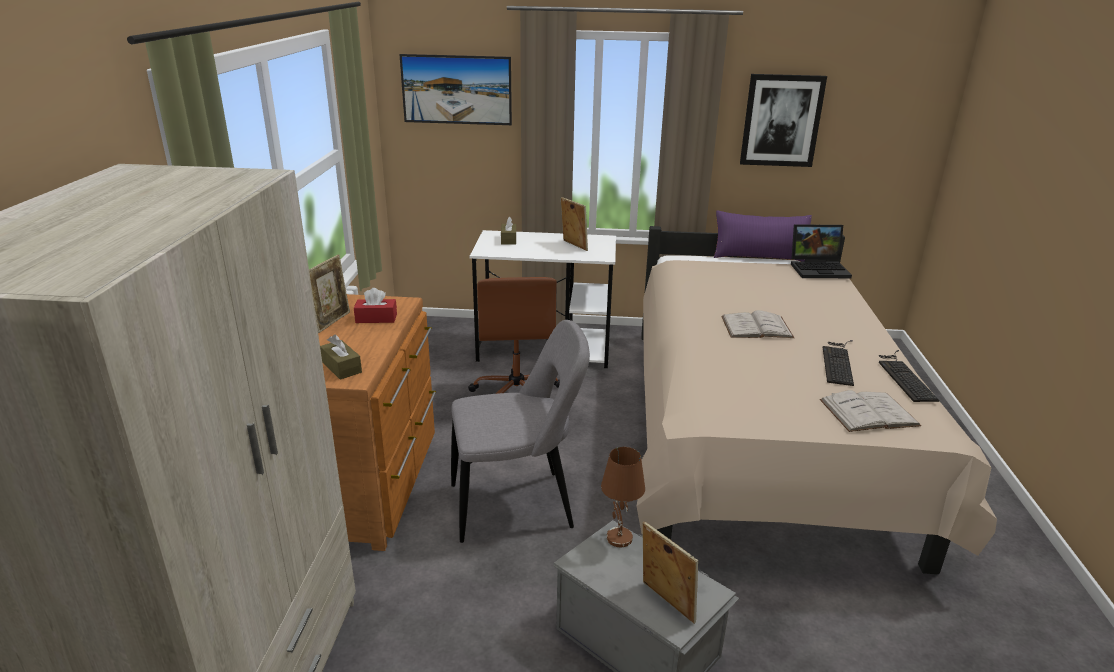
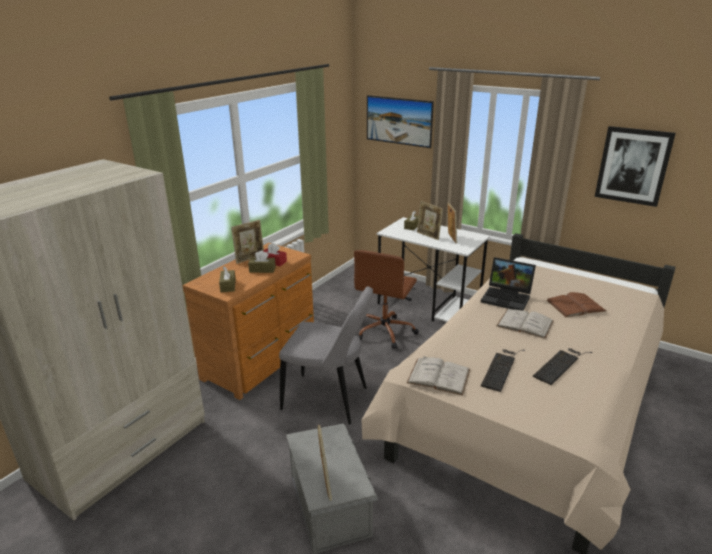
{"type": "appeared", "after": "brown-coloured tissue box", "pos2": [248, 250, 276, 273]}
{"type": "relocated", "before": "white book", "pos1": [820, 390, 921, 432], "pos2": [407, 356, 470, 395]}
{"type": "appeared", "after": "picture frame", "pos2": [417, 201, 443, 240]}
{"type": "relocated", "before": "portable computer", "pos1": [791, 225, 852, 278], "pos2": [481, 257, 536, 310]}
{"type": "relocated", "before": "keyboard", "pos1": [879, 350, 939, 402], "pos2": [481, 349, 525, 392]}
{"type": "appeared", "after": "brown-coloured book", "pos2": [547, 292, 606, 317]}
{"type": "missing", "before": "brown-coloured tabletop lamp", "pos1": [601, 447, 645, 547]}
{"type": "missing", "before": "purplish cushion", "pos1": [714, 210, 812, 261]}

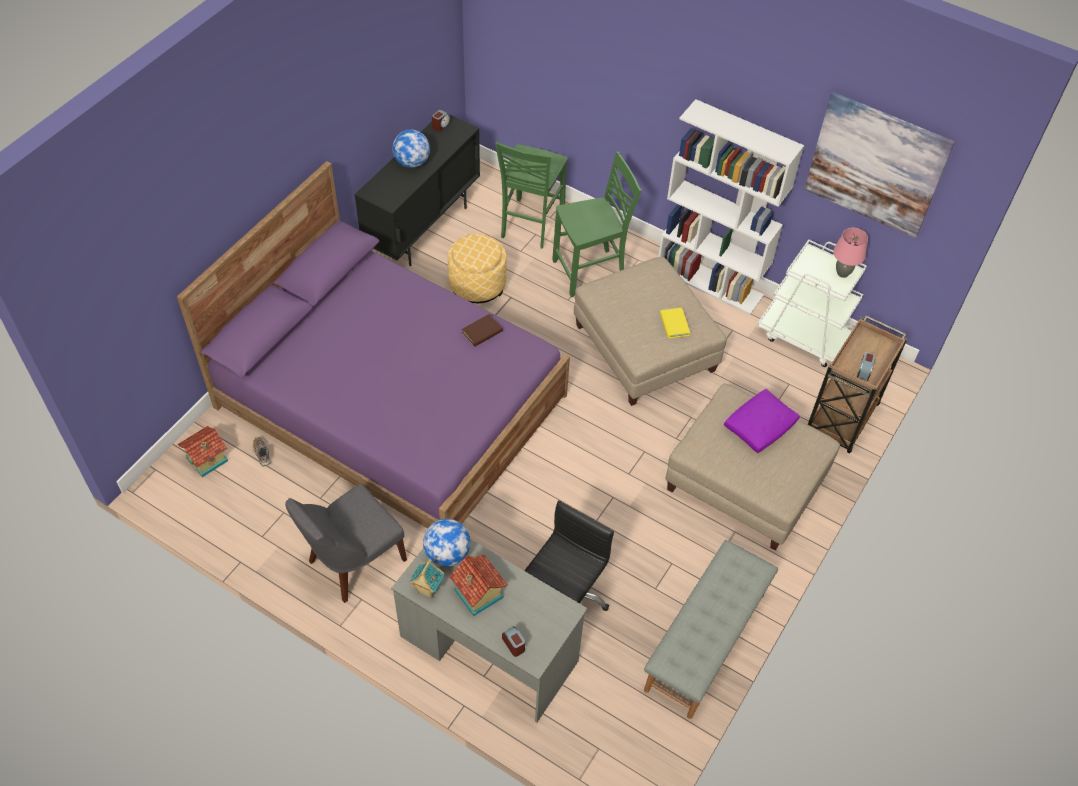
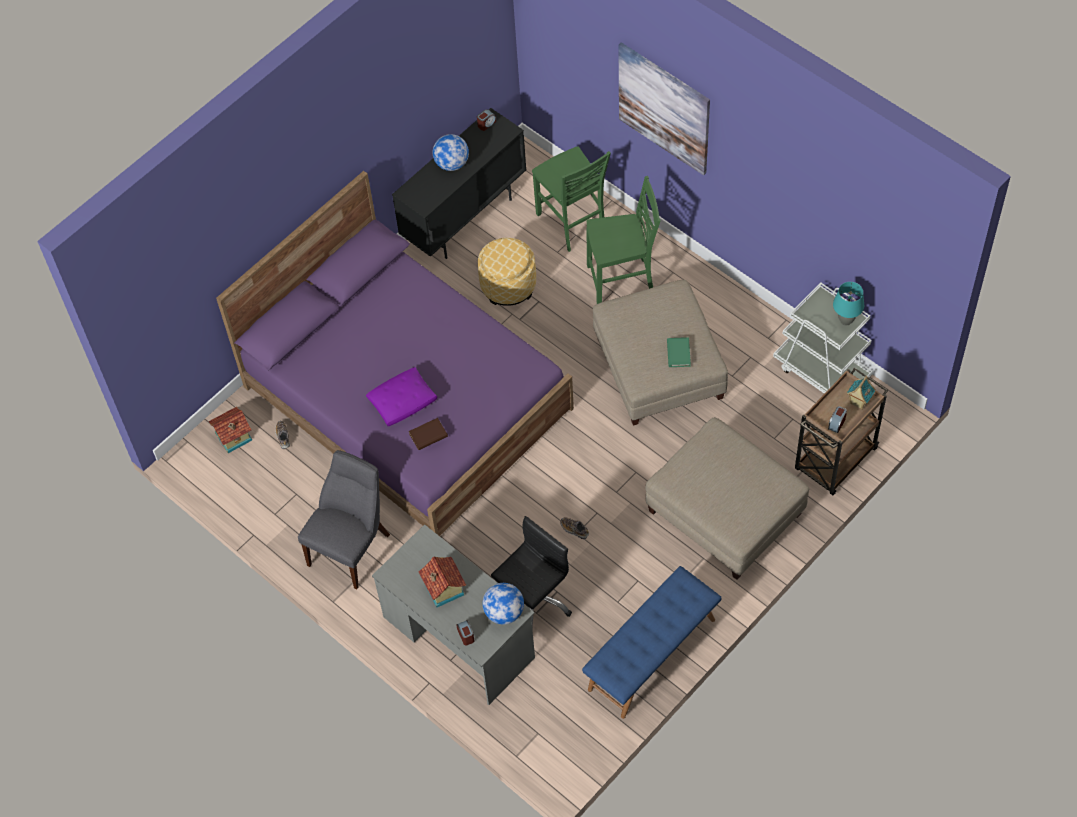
{"type": "spun", "before": "gray chair", "pos1": [285, 484, 407, 603], "pos2": [298, 450, 390, 589], "turn": 150}
{"type": "relocated", "before": "purplish cushion", "pos1": [724, 389, 800, 453], "pos2": [366, 367, 437, 426]}
{"type": "relocated", "before": "brown-coloured book", "pos1": [462, 314, 503, 346], "pos2": [409, 418, 448, 450]}
{"type": "relocated", "before": "world globe", "pos1": [423, 519, 470, 567], "pos2": [482, 583, 524, 624]}
{"type": "spun", "before": "green chair", "pos1": [495, 142, 568, 248], "pos2": [532, 146, 611, 252], "turn": -60}
{"type": "appeared", "after": "low shoe", "pos2": [561, 517, 589, 539]}
{"type": "colour", "before": "gray indoor bench", "after": "bluish indoor bench", "pos1": [644, 540, 778, 719], "pos2": [582, 566, 722, 719]}
{"type": "relocated", "before": "picture", "pos1": [804, 92, 955, 238], "pos2": [618, 42, 710, 175]}
{"type": "colour", "before": "yellow book", "after": "green book", "pos1": [660, 308, 690, 338], "pos2": [667, 337, 691, 367]}
{"type": "colour", "before": "pink tabletop lamp", "after": "blue-green tabletop lamp", "pos1": [833, 228, 868, 278], "pos2": [833, 282, 864, 325]}
{"type": "relocated", "before": "model house", "pos1": [410, 559, 444, 599], "pos2": [847, 376, 875, 410]}
{"type": "missing", "before": "white shelving unit", "pos1": [658, 99, 804, 315]}

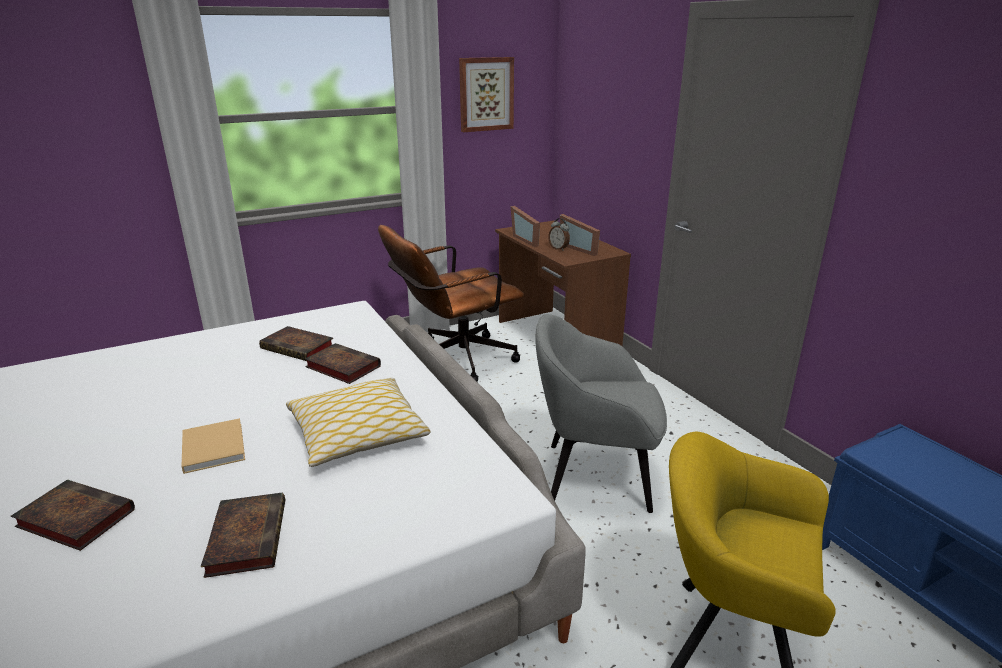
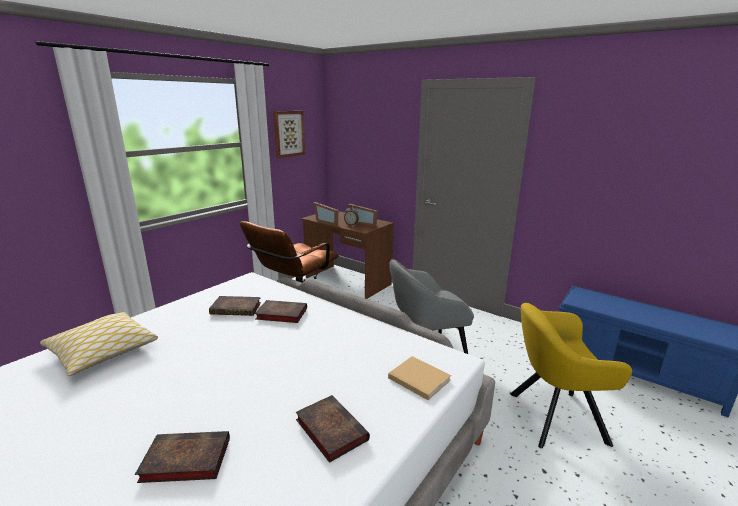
{"type": "relocated", "before": "cushion", "pos1": [286, 378, 431, 467], "pos2": [40, 312, 158, 376]}
{"type": "relocated", "before": "beige-coloured book", "pos1": [181, 418, 245, 474], "pos2": [388, 356, 451, 400]}

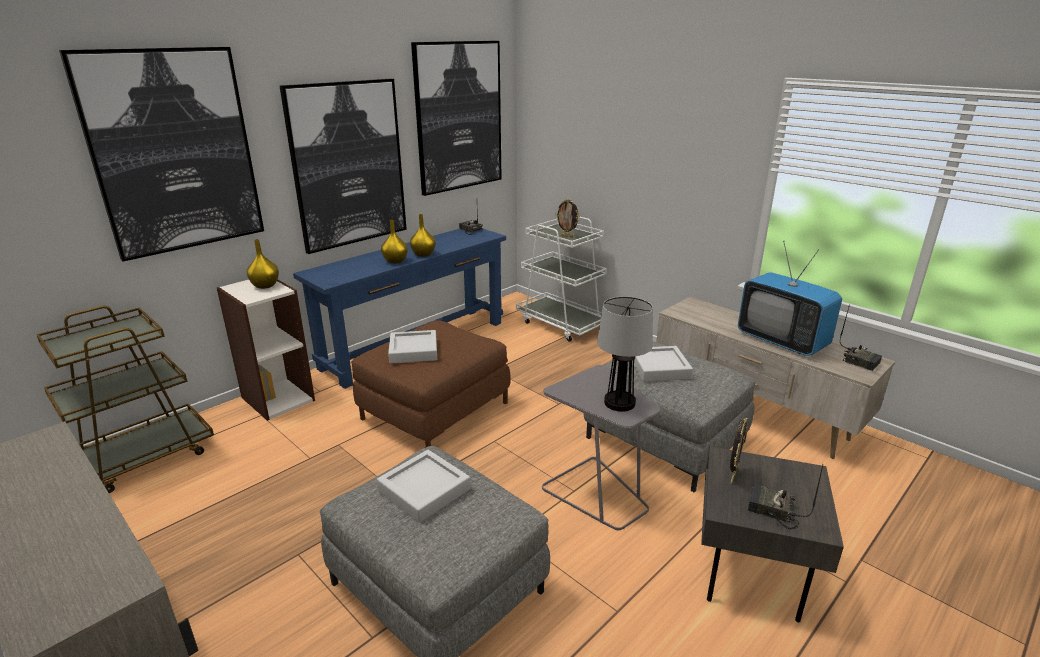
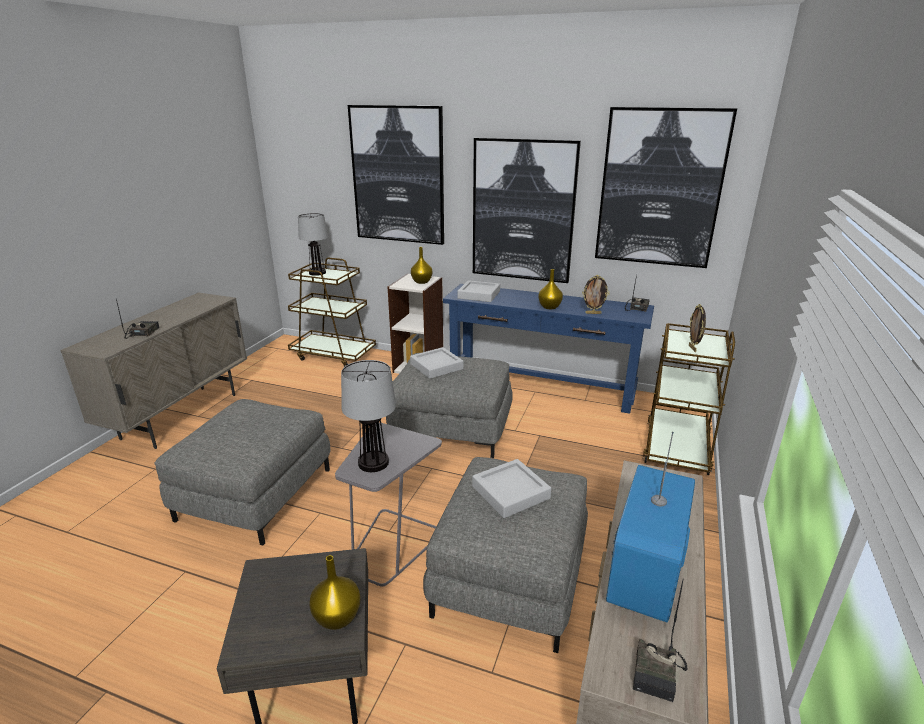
{"type": "relocated", "before": "radio set", "pos1": [748, 464, 823, 530], "pos2": [116, 299, 160, 339]}
{"type": "appeared", "after": "tabletop lamp", "pos2": [298, 213, 328, 276]}
{"type": "relocated", "before": "yellow flower vase", "pos1": [381, 220, 408, 264], "pos2": [310, 555, 361, 630]}
{"type": "colour", "before": "brown-coloured pouffe", "after": "gray pouffe", "pos1": [351, 320, 510, 447], "pos2": [386, 353, 513, 458]}
{"type": "relocated", "before": "gray tray", "pos1": [377, 450, 471, 523], "pos2": [458, 280, 500, 302]}
{"type": "relocated", "before": "picture frame", "pos1": [730, 418, 747, 484], "pos2": [582, 275, 609, 314]}
{"type": "colour", "before": "white cart", "after": "brown-coloured cart", "pos1": [516, 217, 607, 342], "pos2": [643, 323, 735, 475]}

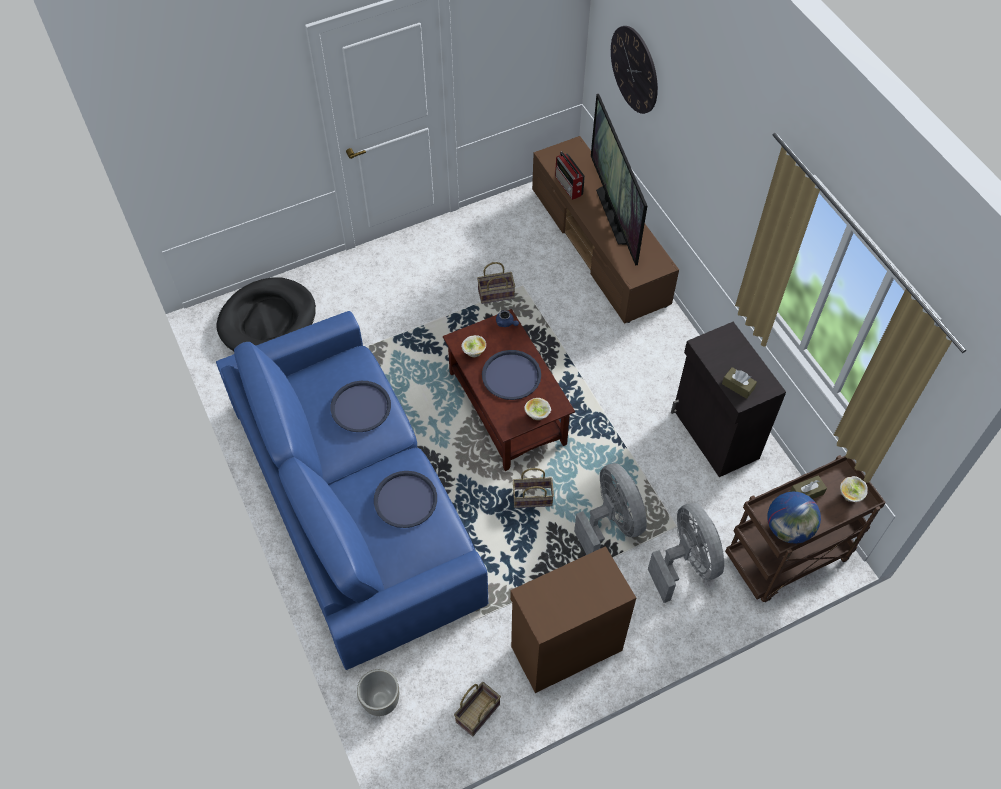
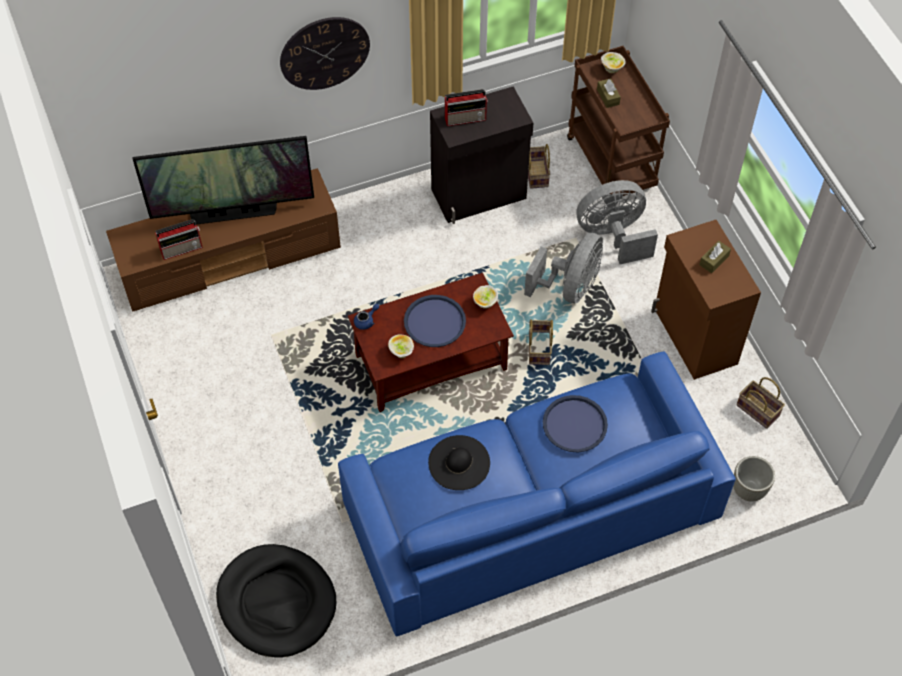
{"type": "relocated", "before": "clock on the wall", "pos1": [611, 26, 658, 114], "pos2": [280, 17, 370, 90]}
{"type": "exchanged", "before": "bluish tray", "after": "black wearable hat", "pos1": [330, 381, 391, 432], "pos2": [428, 435, 490, 490]}
{"type": "appeared", "after": "radio set", "pos2": [445, 89, 488, 126]}
{"type": "spun", "before": "gray cooling fan", "pos1": [574, 463, 647, 555], "pos2": [524, 233, 603, 304], "turn": 135}
{"type": "relocated", "before": "basket", "pos1": [477, 262, 515, 304], "pos2": [528, 144, 550, 189]}
{"type": "relocated", "before": "brown-coloured tissue box", "pos1": [722, 367, 757, 399], "pos2": [699, 241, 731, 273]}
{"type": "missing", "before": "world globe", "pos1": [767, 491, 821, 544]}

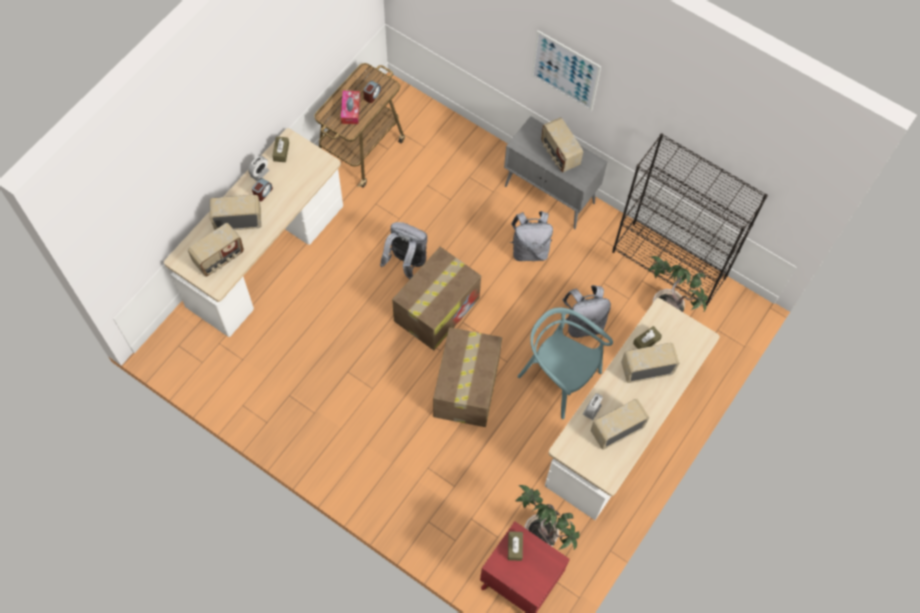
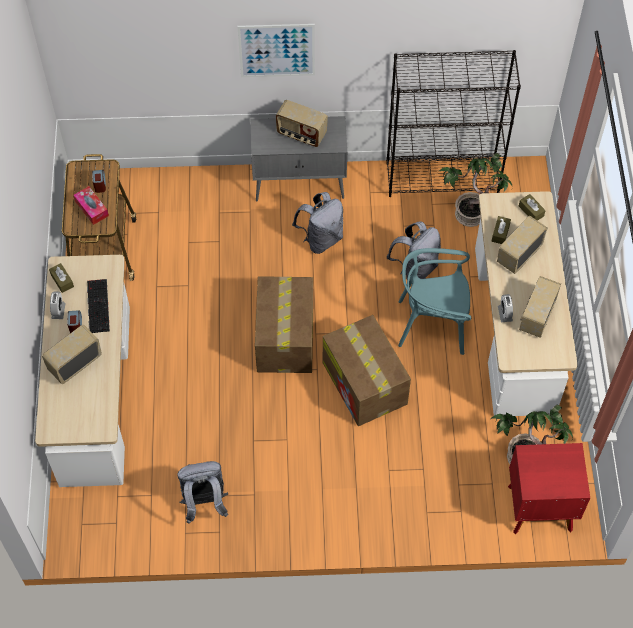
{"type": "appeared", "after": "keyboard", "pos2": [87, 279, 110, 333]}
{"type": "relocated", "before": "gray knapsack", "pos1": [380, 222, 427, 280], "pos2": [177, 461, 229, 524]}
{"type": "relocated", "before": "brown-coloured tissue box", "pos1": [508, 531, 523, 561], "pos2": [519, 194, 546, 221]}
{"type": "missing", "before": "radio set", "pos1": [188, 223, 244, 277]}

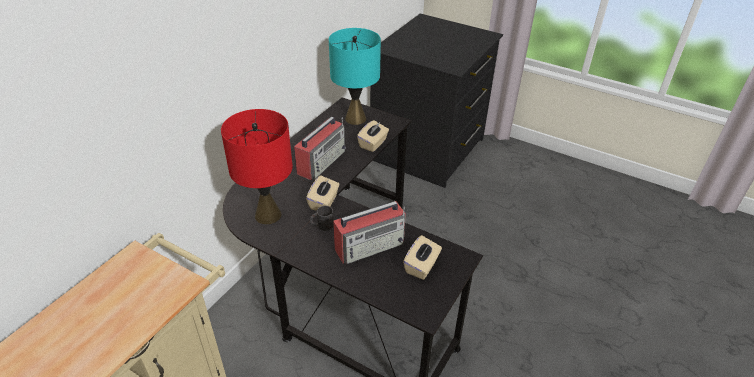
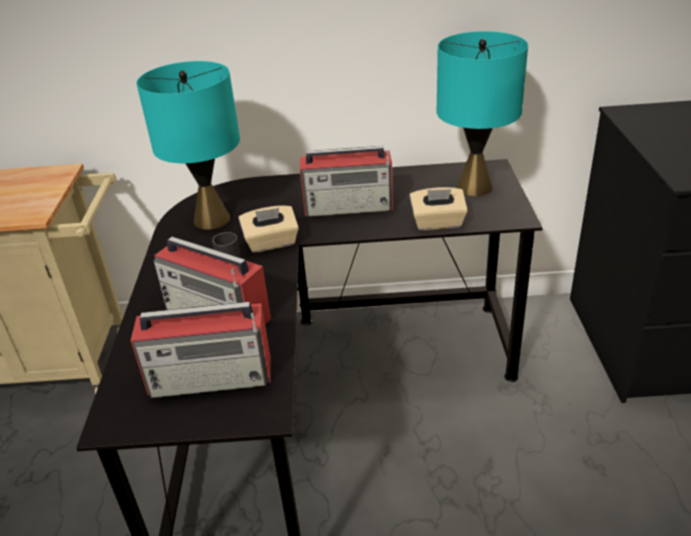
{"type": "exchanged", "before": "beige-coloured tissue box", "after": "radio set", "pos1": [403, 235, 442, 280], "pos2": [130, 302, 271, 398]}
{"type": "colour", "before": "reddish tabletop lamp", "after": "blue-green tabletop lamp", "pos1": [221, 109, 293, 224], "pos2": [136, 61, 240, 230]}

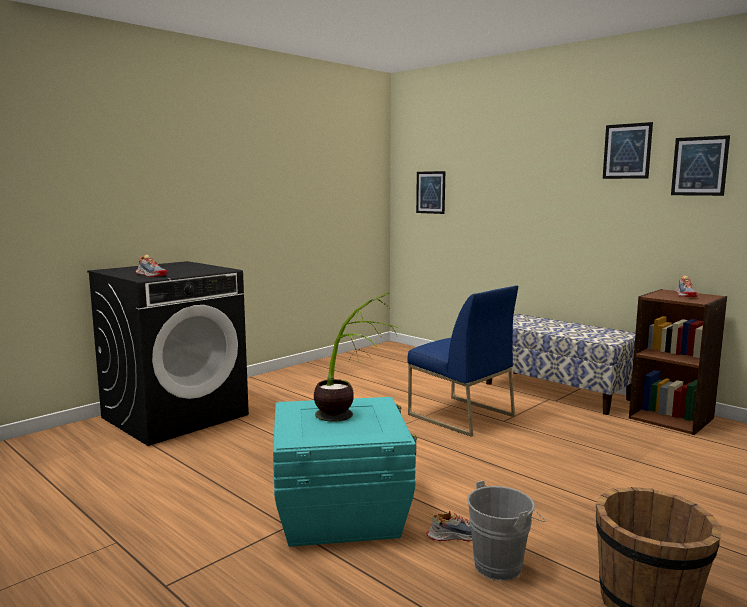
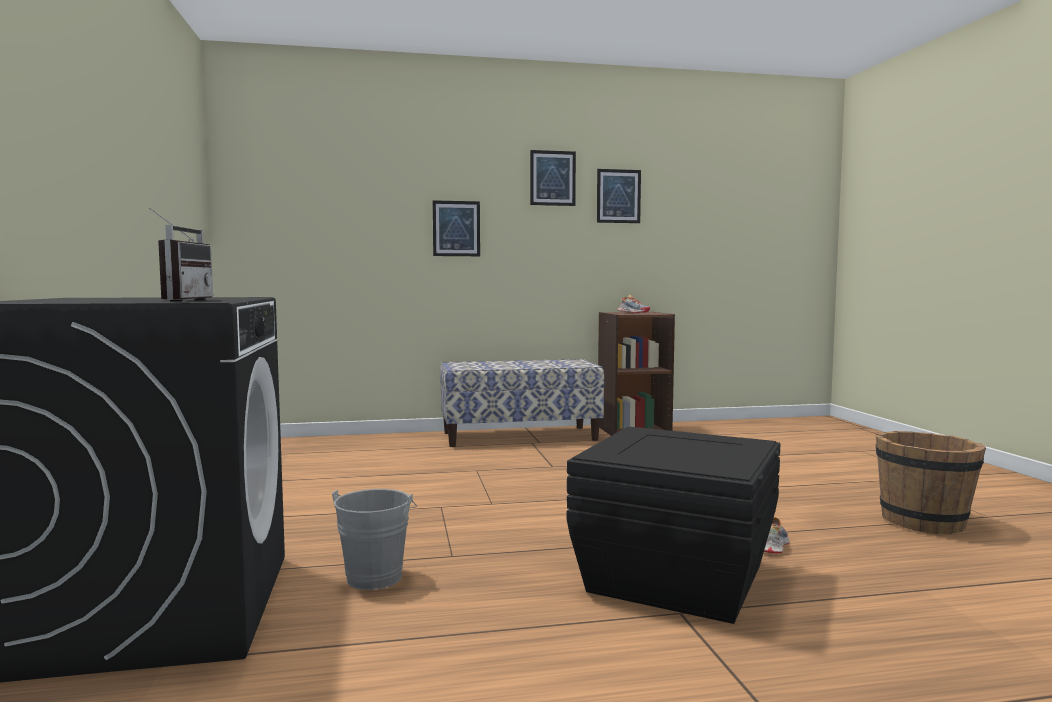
{"type": "exchanged", "before": "low shoe", "after": "radio set", "pos1": [136, 255, 167, 277], "pos2": [149, 207, 213, 301]}
{"type": "relocated", "before": "gray bucket", "pos1": [467, 480, 546, 581], "pos2": [332, 489, 417, 590]}
{"type": "relocated", "before": "picture", "pos1": [416, 171, 445, 214], "pos2": [433, 200, 480, 256]}
{"type": "colour", "before": "blue-green storage container", "after": "black storage container", "pos1": [273, 397, 417, 547], "pos2": [566, 427, 780, 624]}
{"type": "missing", "before": "potted plant", "pos1": [314, 292, 399, 422]}
{"type": "missing", "before": "bluish chair", "pos1": [407, 285, 518, 437]}

